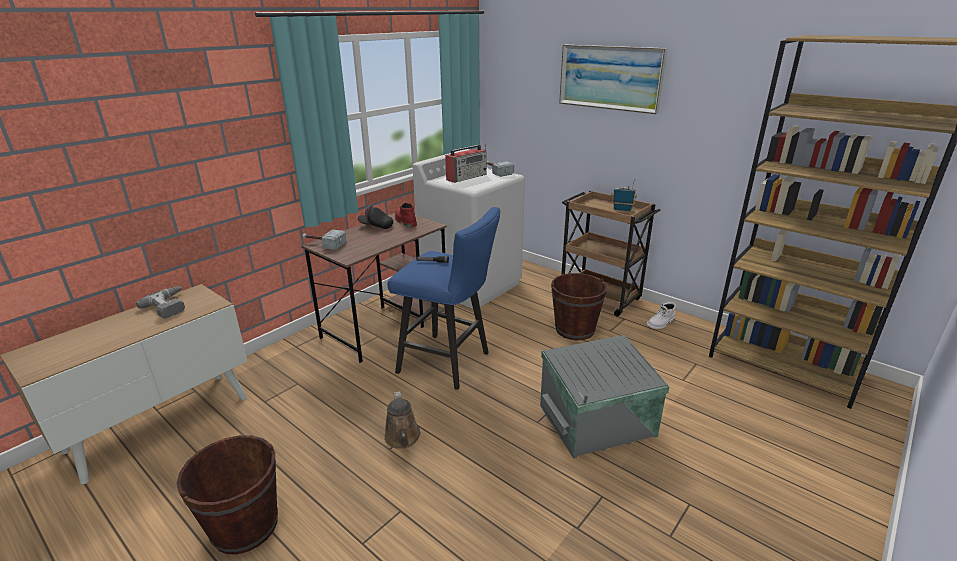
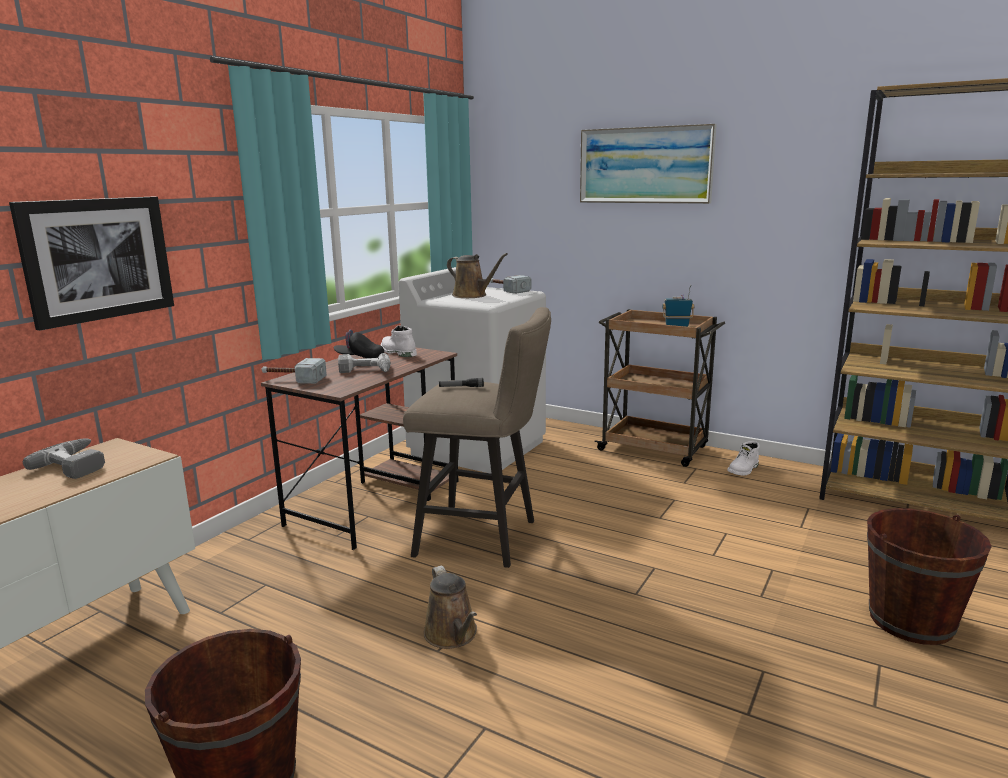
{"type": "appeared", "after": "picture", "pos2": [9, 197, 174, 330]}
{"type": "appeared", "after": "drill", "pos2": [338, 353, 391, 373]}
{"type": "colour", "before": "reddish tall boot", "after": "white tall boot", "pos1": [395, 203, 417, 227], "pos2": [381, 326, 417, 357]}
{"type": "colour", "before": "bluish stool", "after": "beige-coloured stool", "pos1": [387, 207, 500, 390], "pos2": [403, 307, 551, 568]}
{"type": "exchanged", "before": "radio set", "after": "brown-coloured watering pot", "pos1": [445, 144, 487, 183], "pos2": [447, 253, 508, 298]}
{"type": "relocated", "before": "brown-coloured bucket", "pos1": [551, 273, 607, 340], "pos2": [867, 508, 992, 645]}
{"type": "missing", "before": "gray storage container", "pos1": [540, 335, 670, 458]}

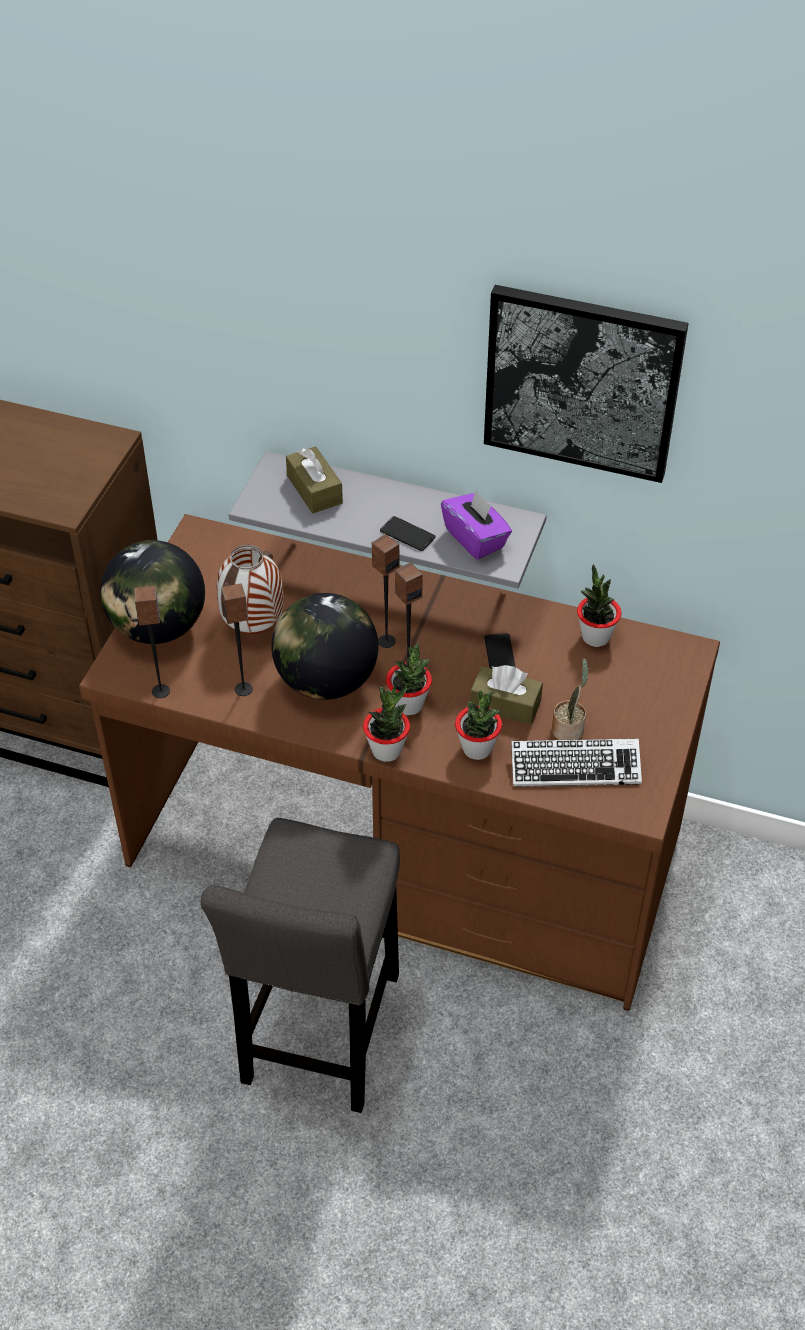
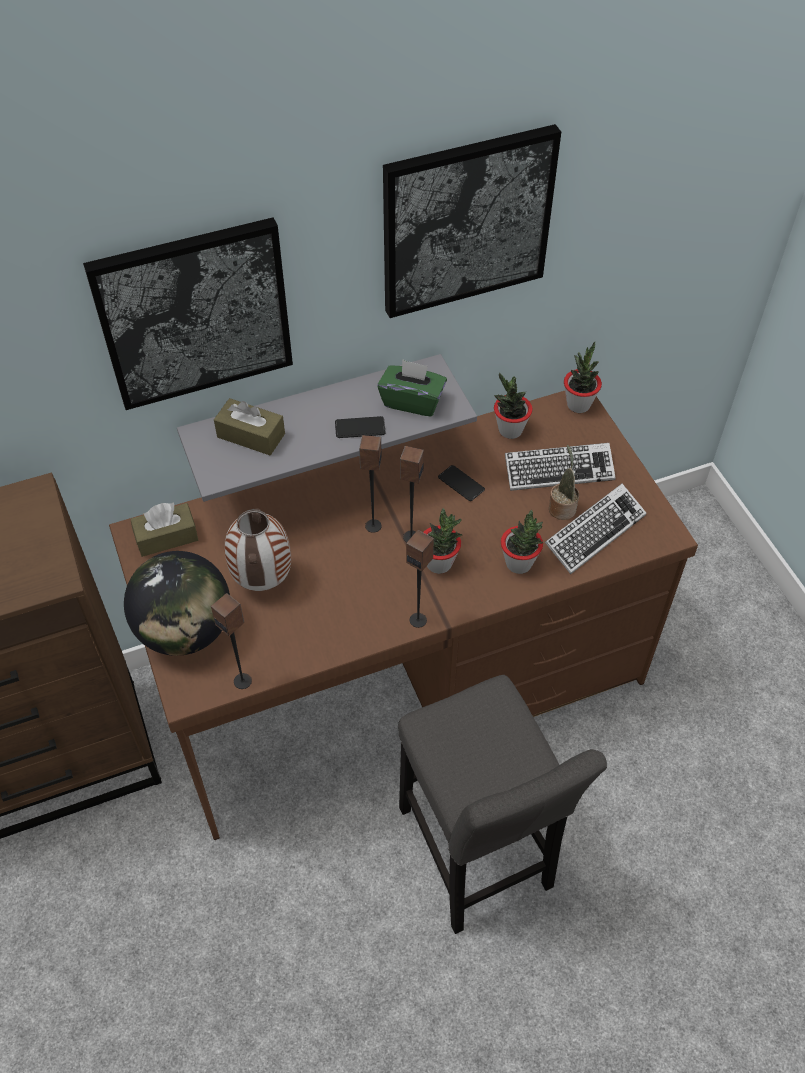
{"type": "appeared", "after": "picture", "pos2": [83, 217, 293, 410]}
{"type": "relocated", "before": "brown-coloured tissue box", "pos1": [470, 665, 543, 725], "pos2": [130, 502, 198, 557]}
{"type": "colour", "before": "purplish tissue box", "after": "green tissue box", "pos1": [441, 490, 512, 559], "pos2": [377, 359, 447, 417]}
{"type": "relocated", "before": "audio speaker", "pos1": [221, 583, 253, 696], "pos2": [406, 530, 434, 628]}
{"type": "appeared", "after": "keyboard", "pos2": [505, 443, 616, 491]}
{"type": "relocated", "before": "potted plant", "pos1": [363, 685, 410, 762], "pos2": [564, 341, 602, 413]}
{"type": "missing", "before": "world globe", "pos1": [271, 593, 378, 700]}

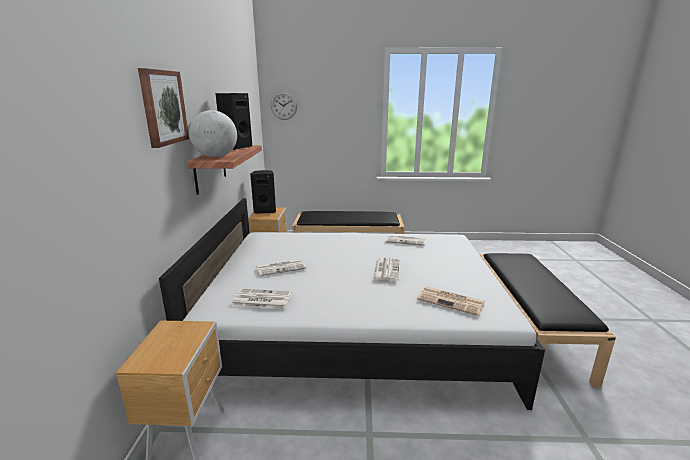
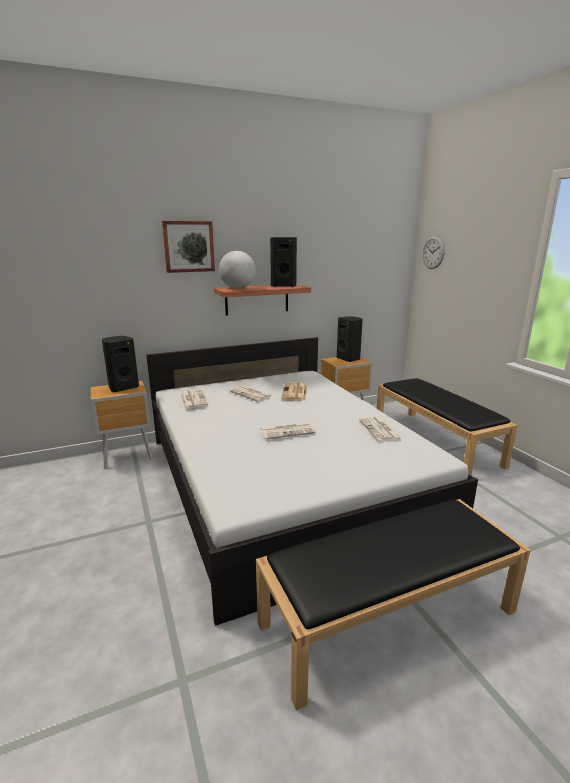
{"type": "appeared", "after": "black audio speaker", "pos2": [102, 336, 139, 392]}
{"type": "relocated", "before": "daily paper", "pos1": [417, 287, 485, 316], "pos2": [281, 382, 307, 401]}

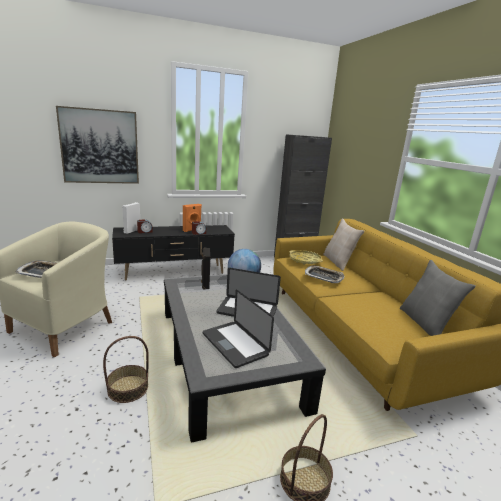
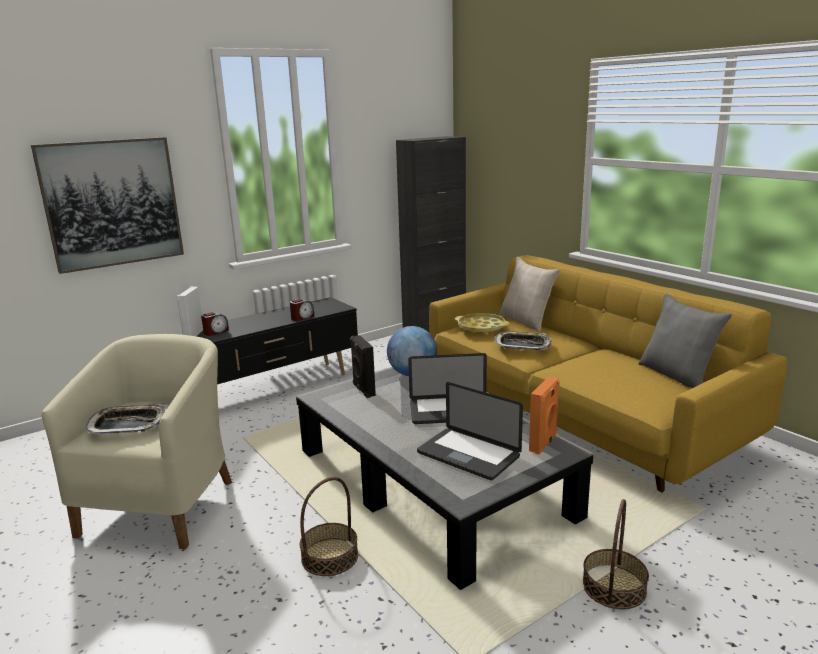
{"type": "relocated", "before": "orange-coloured audio speaker", "pos1": [183, 204, 202, 232], "pos2": [529, 377, 560, 454]}

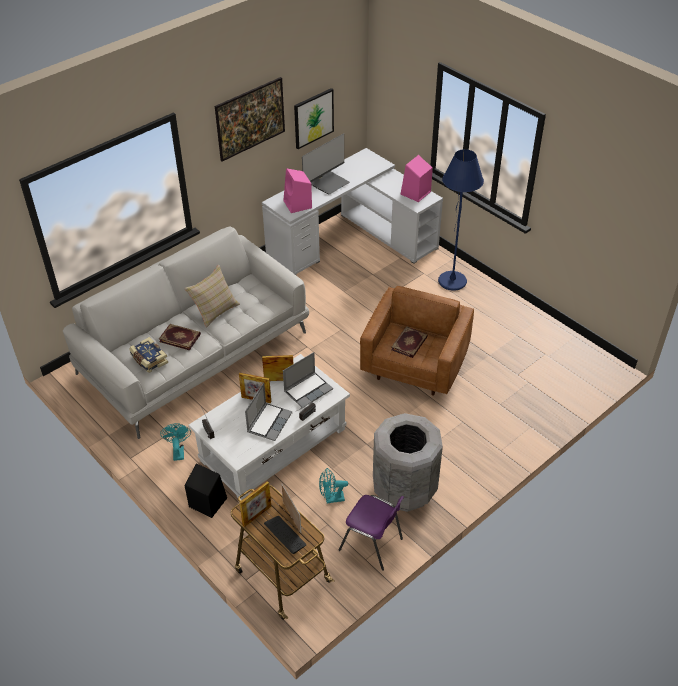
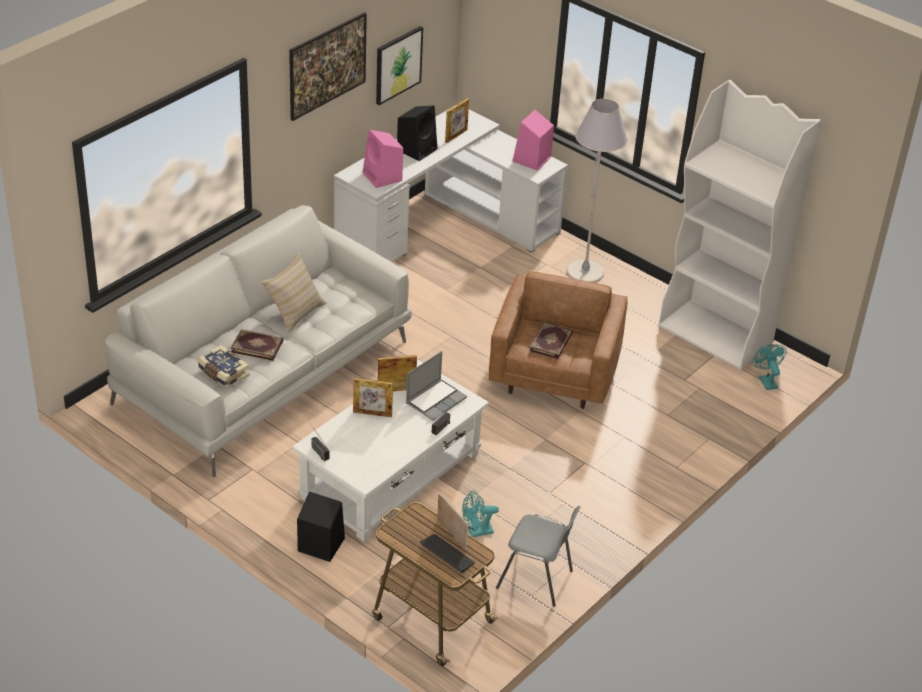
{"type": "exchanged", "before": "monitor", "after": "black audio speaker", "pos1": [302, 133, 350, 195], "pos2": [397, 105, 437, 161]}
{"type": "relocated", "before": "picture frame", "pos1": [239, 481, 271, 527], "pos2": [445, 98, 469, 143]}
{"type": "colour", "before": "purplish chair", "after": "gray chair", "pos1": [339, 495, 404, 571], "pos2": [496, 506, 581, 607]}
{"type": "colour", "before": "bluish floor lamp", "after": "gray floor lamp", "pos1": [438, 149, 484, 291], "pos2": [567, 99, 628, 283]}
{"type": "appeared", "after": "white shelving unit", "pos2": [658, 80, 822, 370]}
{"type": "relocated", "before": "blue-green cooling fan", "pos1": [160, 423, 191, 461], "pos2": [752, 344, 787, 390]}
{"type": "missing", "before": "portable computer", "pos1": [245, 383, 292, 441]}
{"type": "missing", "before": "gray trash can", "pos1": [373, 413, 443, 512]}

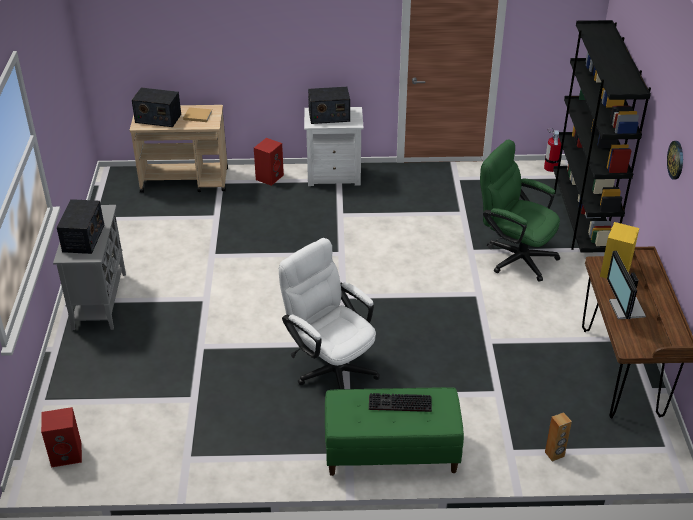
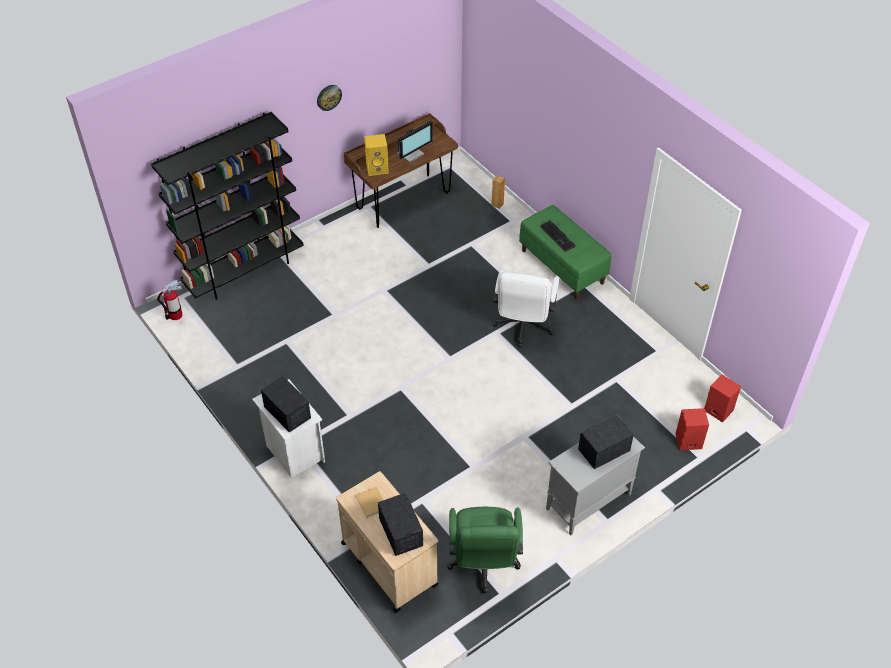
{"type": "relocated", "before": "green computer chair", "pos1": [480, 139, 560, 282], "pos2": [447, 507, 523, 593]}
{"type": "relocated", "before": "reddish audio speaker", "pos1": [254, 138, 284, 186], "pos2": [675, 408, 709, 450]}

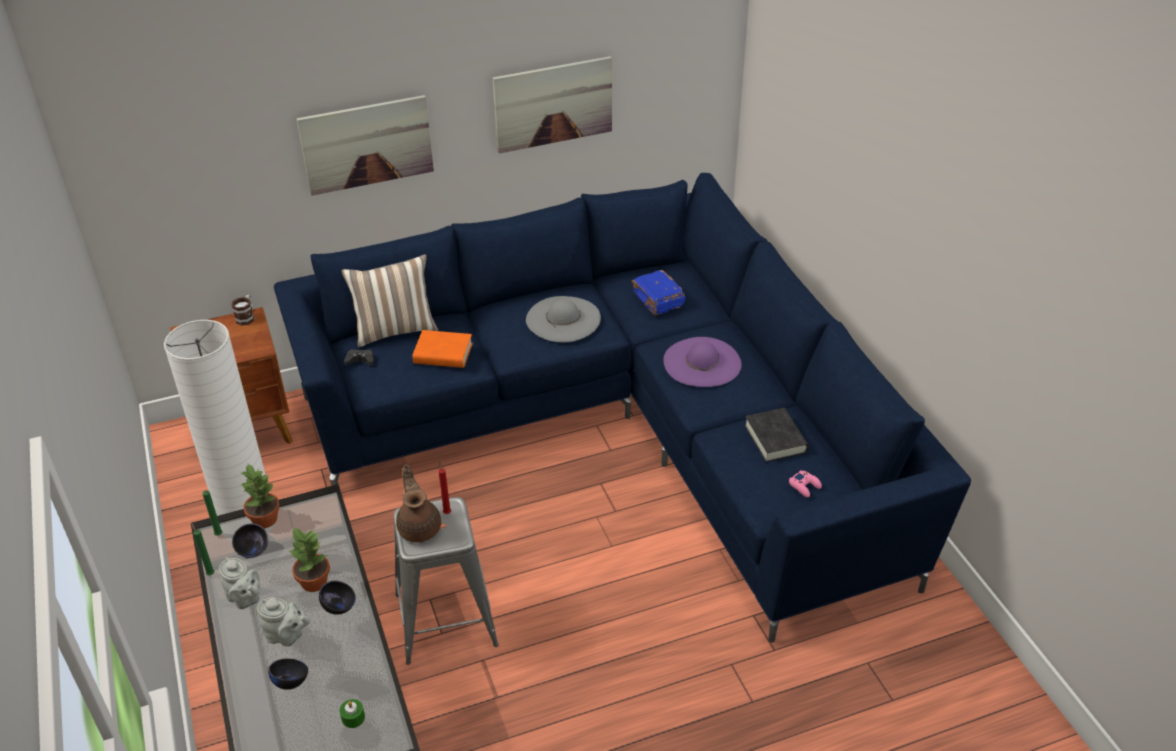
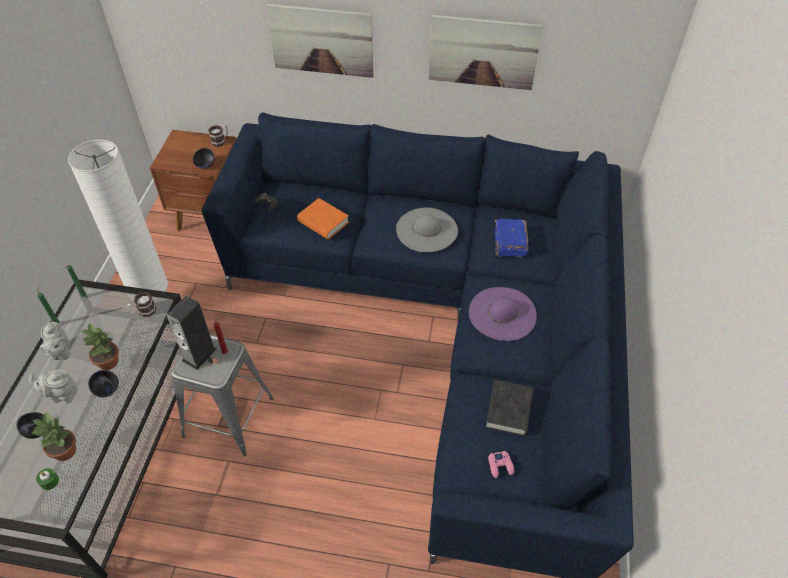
{"type": "spun", "before": "gray tea pot", "pos1": [257, 597, 310, 646], "pos2": [29, 370, 78, 403], "turn": 135}
{"type": "relocated", "before": "potted plant", "pos1": [241, 464, 280, 528], "pos2": [32, 412, 76, 461]}
{"type": "appeared", "after": "mug", "pos2": [127, 292, 156, 317]}
{"type": "exchanged", "before": "brown-coloured tea pot", "after": "audio speaker", "pos1": [396, 464, 441, 542], "pos2": [166, 296, 217, 370]}
{"type": "relocated", "before": "black bowl", "pos1": [232, 523, 268, 558], "pos2": [193, 148, 215, 169]}
{"type": "missing", "before": "cushion", "pos1": [342, 254, 438, 347]}

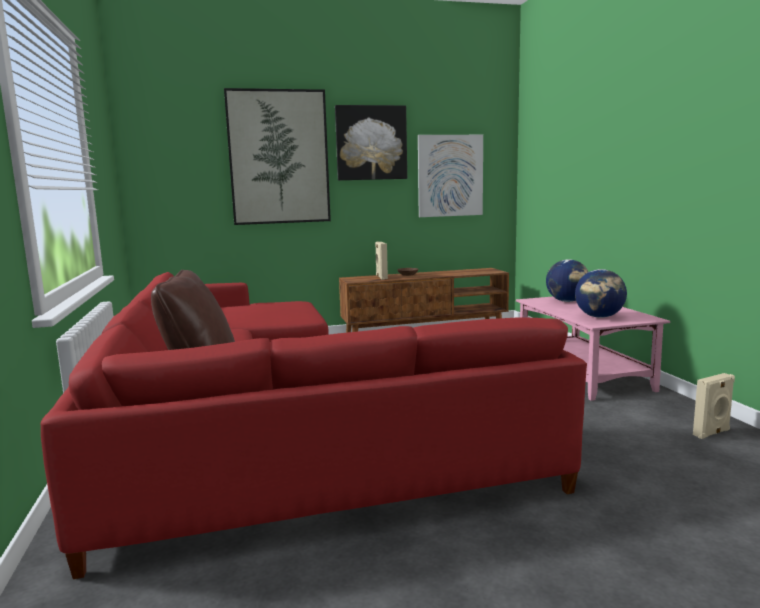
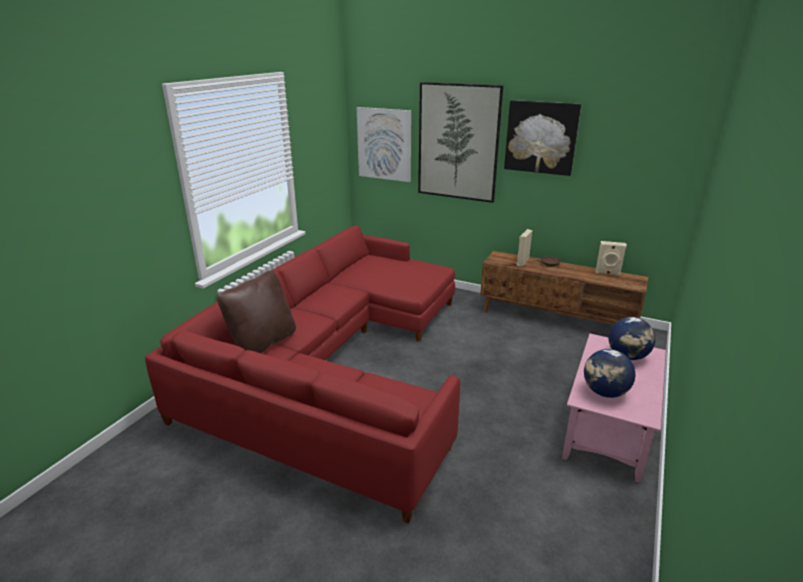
{"type": "relocated", "before": "picture", "pos1": [418, 135, 483, 217], "pos2": [357, 107, 411, 182]}
{"type": "relocated", "before": "beige-coloured audio speaker", "pos1": [693, 373, 735, 439], "pos2": [595, 241, 627, 276]}

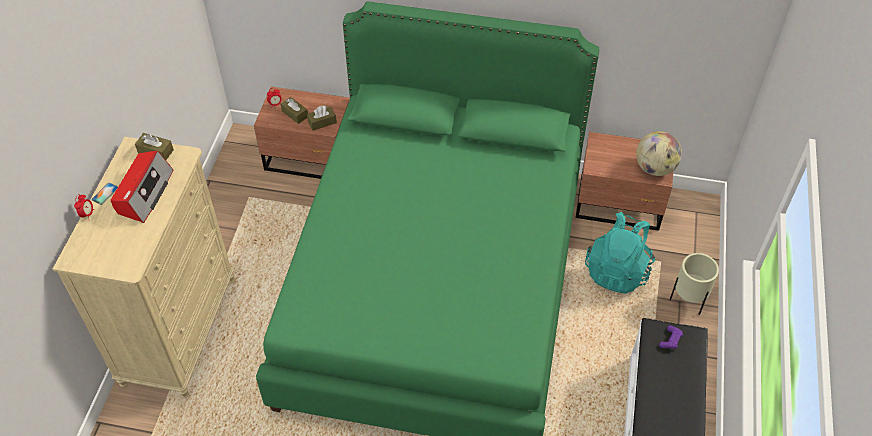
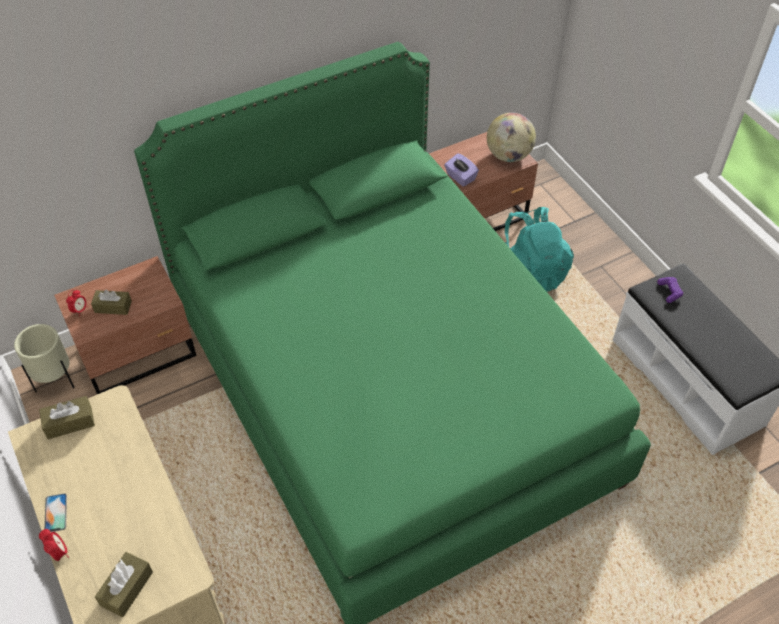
{"type": "relocated", "before": "beige-coloured plant pot", "pos1": [669, 253, 719, 315], "pos2": [14, 324, 75, 392]}
{"type": "relocated", "before": "brown-coloured tissue box", "pos1": [307, 106, 337, 131], "pos2": [95, 552, 153, 617]}
{"type": "appeared", "after": "purplish tissue box", "pos2": [444, 153, 479, 187]}
{"type": "missing", "before": "radio set", "pos1": [111, 151, 173, 223]}

